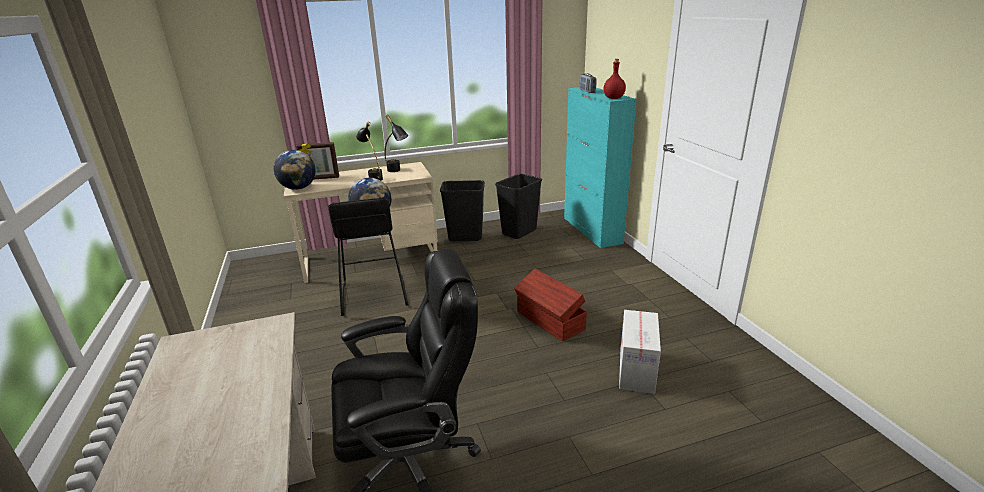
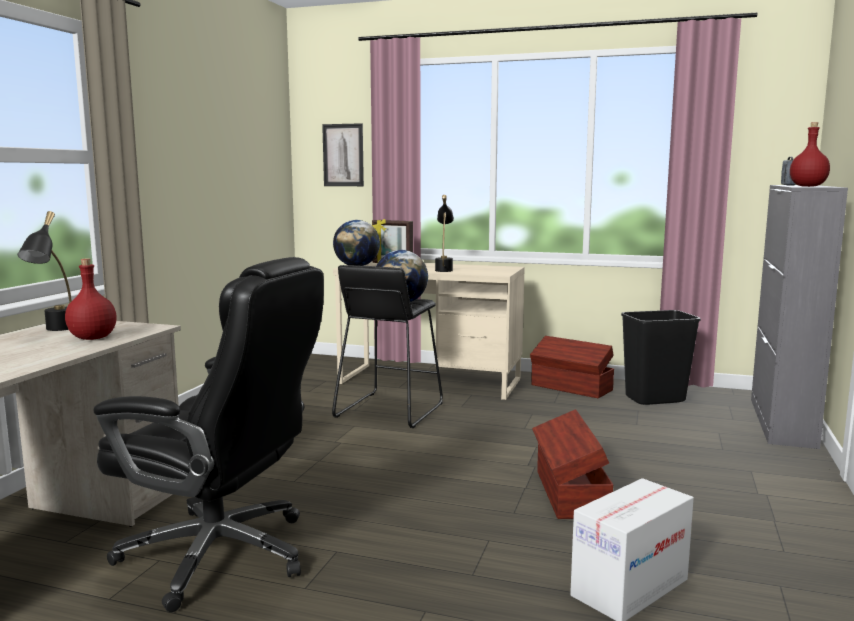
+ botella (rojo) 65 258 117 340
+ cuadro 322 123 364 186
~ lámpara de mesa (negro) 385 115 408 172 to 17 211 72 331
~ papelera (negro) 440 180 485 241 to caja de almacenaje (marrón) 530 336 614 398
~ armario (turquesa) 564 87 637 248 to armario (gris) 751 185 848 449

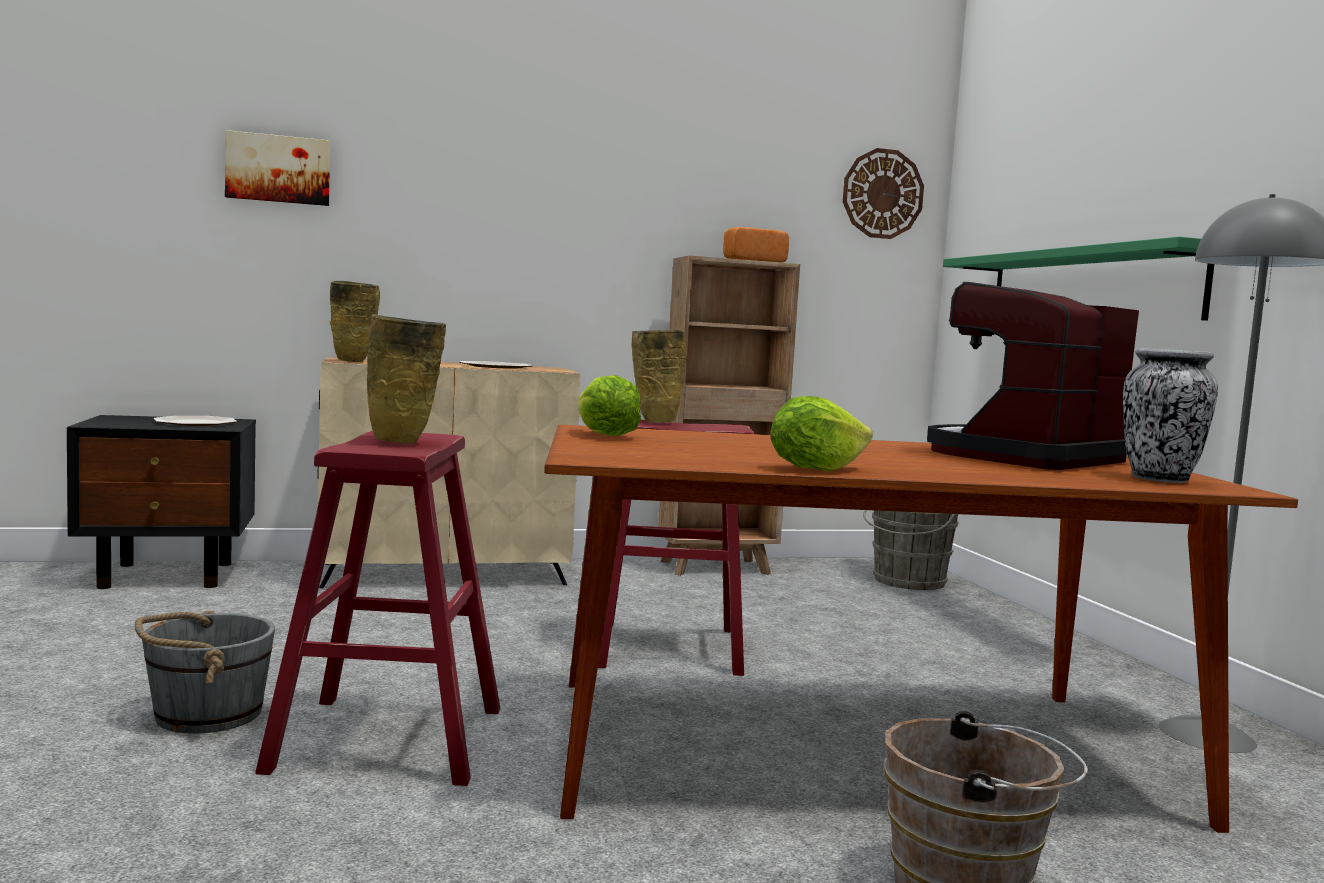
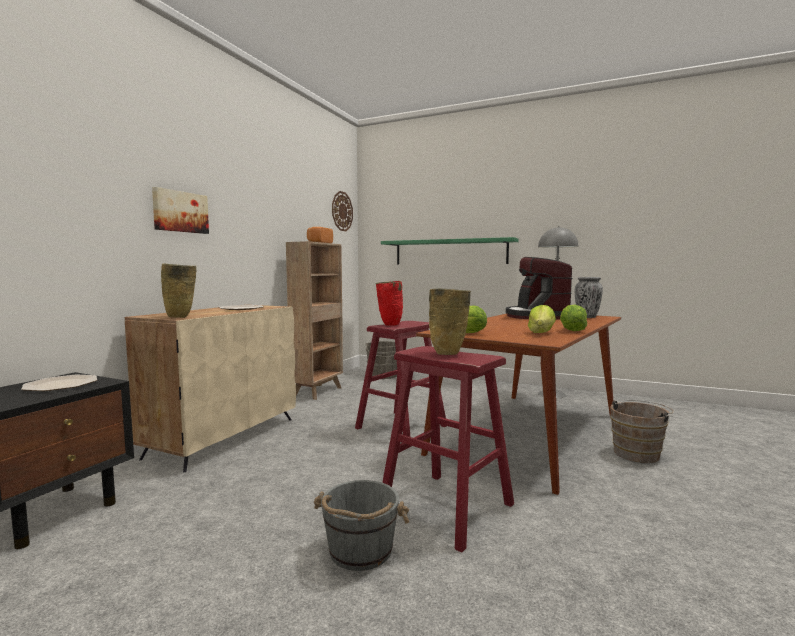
+ lechuga 528 305 556 333
~ cuadro 225 130 330 206 to 152 187 209 234
~ florero (beis) 631 330 686 423 to florero (rojo) 376 281 403 326

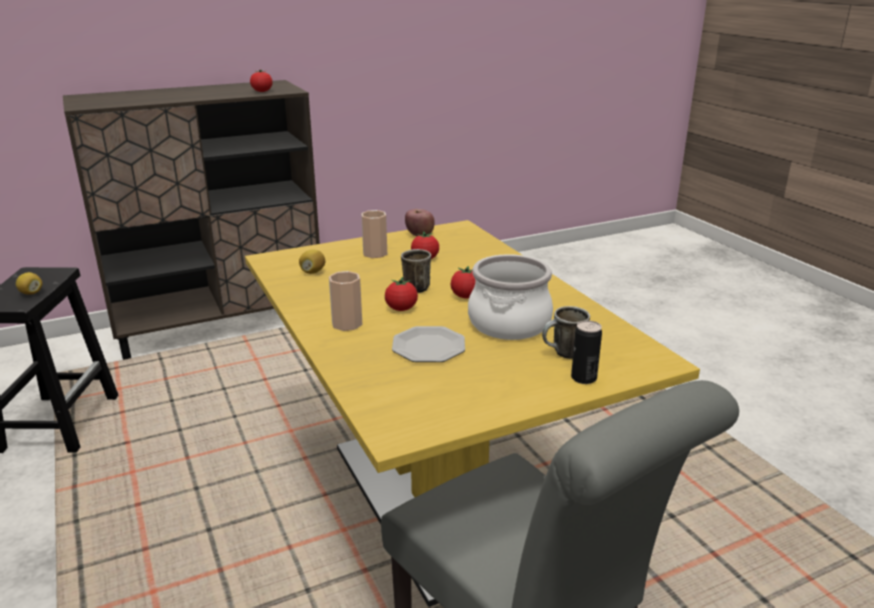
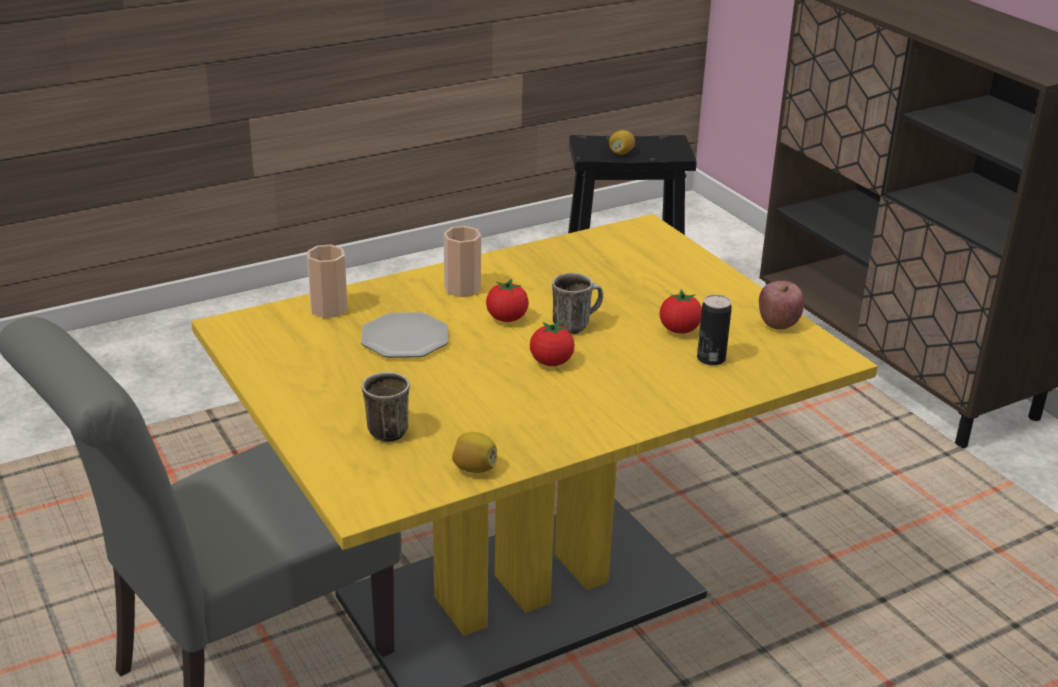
- tomate 250 70 273 92
- olla 468 254 553 340
~ limón 299 250 325 274 to 452 432 497 473
~ taza 361 210 387 258 to 307 245 348 318
~ lata 571 320 602 384 to 697 294 732 366

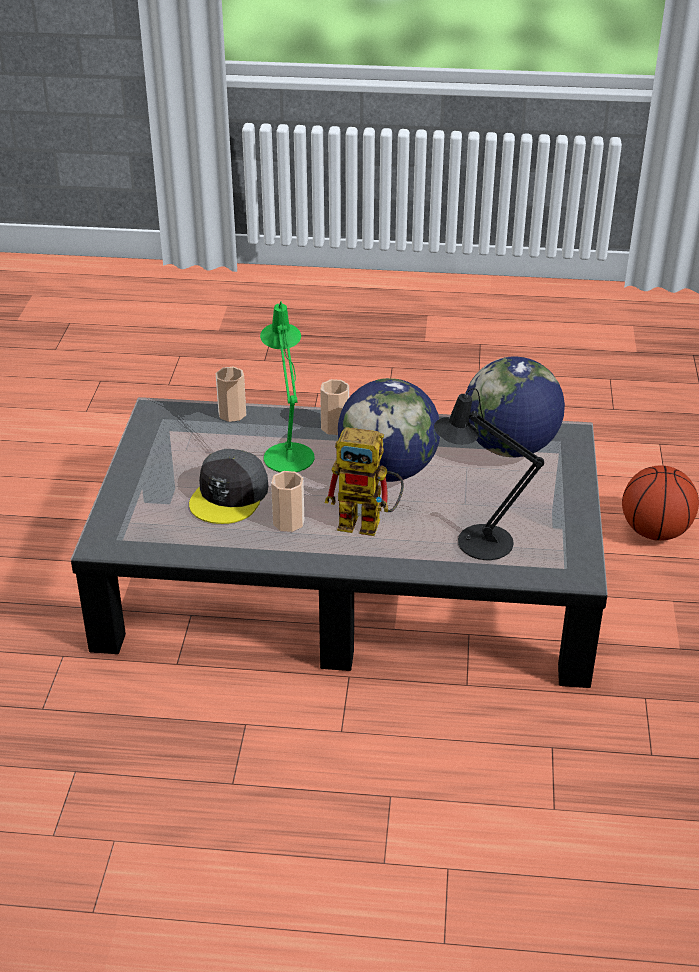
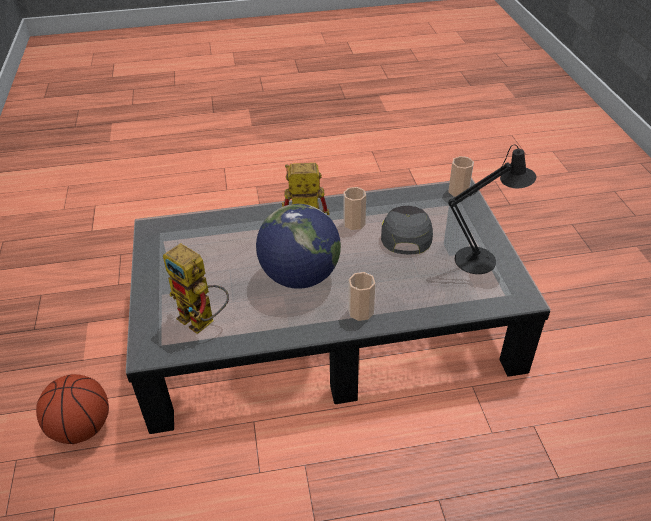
- lámpara de mesa (verde) 260 301 315 472
~ taza 216 367 246 422 to 448 156 474 197
~ lámpara de mesa (negro) 434 388 544 560 to 448 144 536 274
~ globo terráqueo 466 357 565 457 to robot de juguete 163 243 229 334

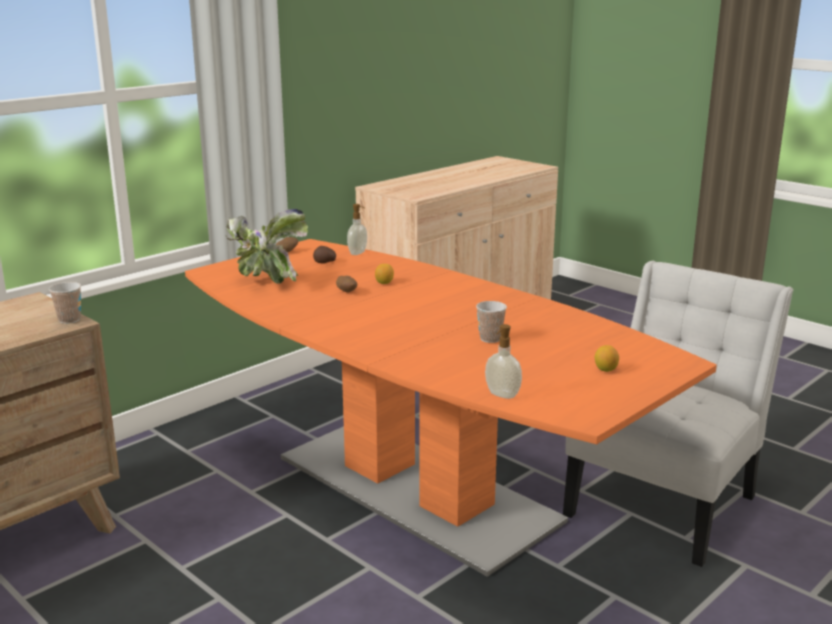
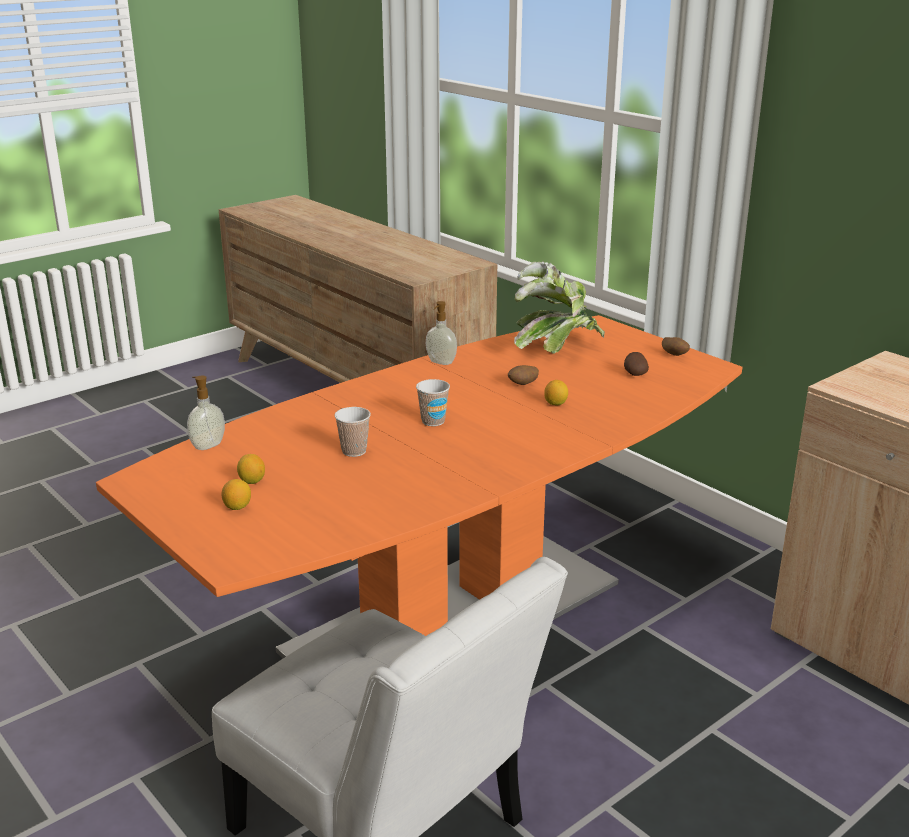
+ limón 237 454 265 484
~ taza 49 282 81 324 to 416 379 450 426
~ dispensador de jabón 347 204 367 255 to 426 301 457 365

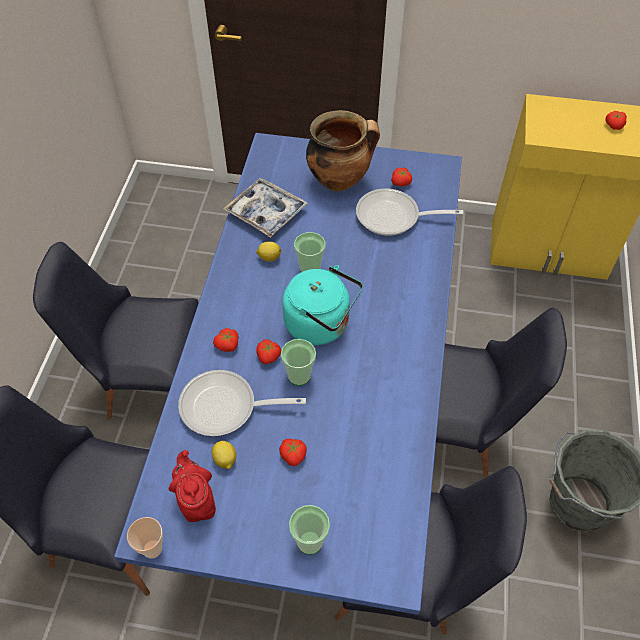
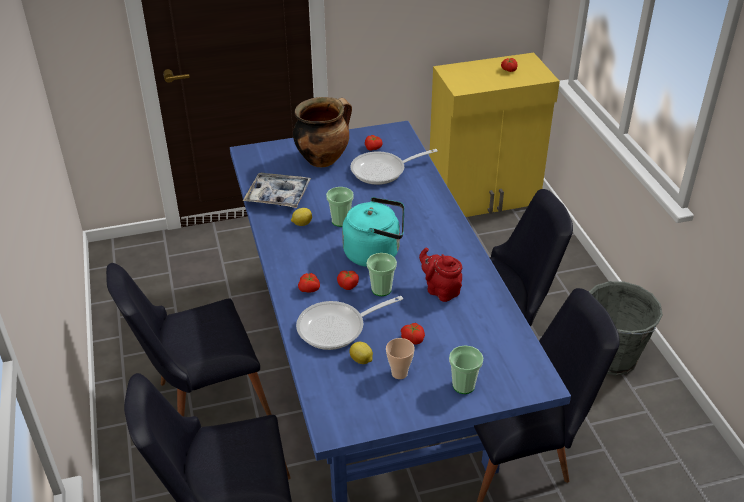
~ taza 127 517 163 559 to 386 338 415 379
~ tetera (rojo) 169 450 216 522 to 419 248 462 302

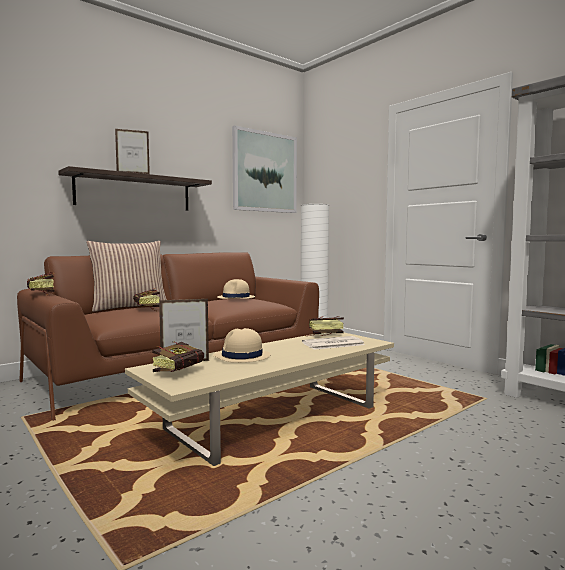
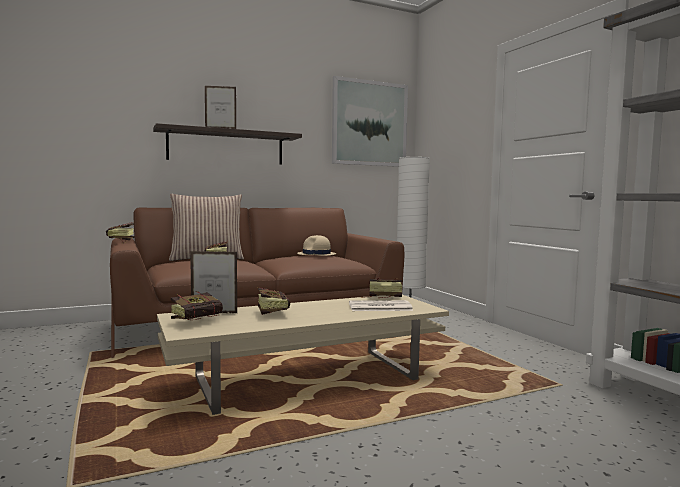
~ sombrero (beis) 213 328 271 363 to libro 257 287 290 315

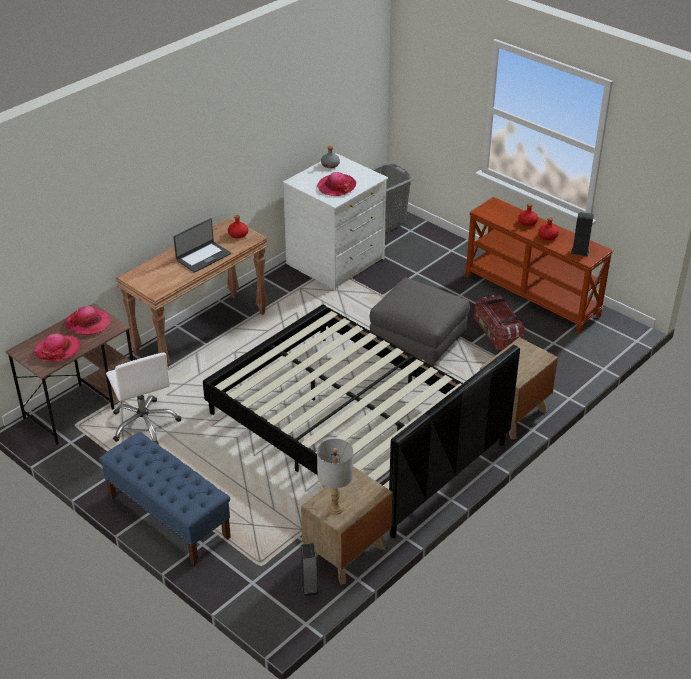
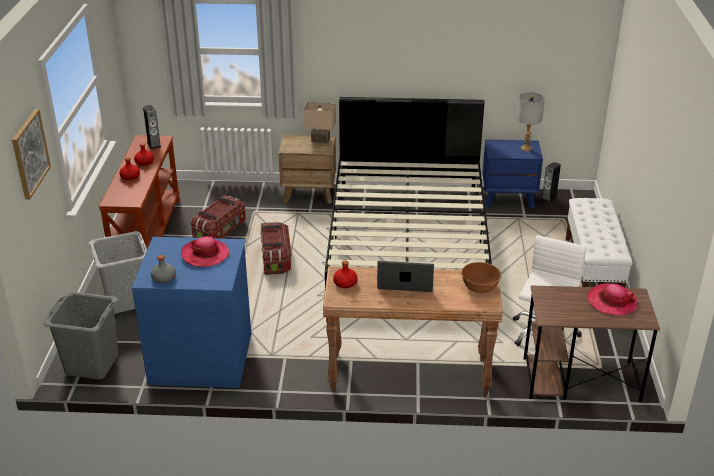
- sombrero 65 306 111 335
+ cuadro 12 109 51 200
+ cesto de la ropa (gris) 89 231 147 314
+ lámpara de mesa (beis) 304 102 336 143
+ cuenco (marrón) 461 262 501 293
~ puf (gris) 370 277 470 366 to caja de almacenaje 260 222 291 275
~ banco (azul) 99 432 231 566 to banco (blanco) 566 198 633 287
~ cómoda (blanco) 283 153 388 290 to cómoda (azul) 132 237 251 388
~ mesita de noche (marrón) 301 466 392 585 to mesita de noche (azul) 482 139 543 209

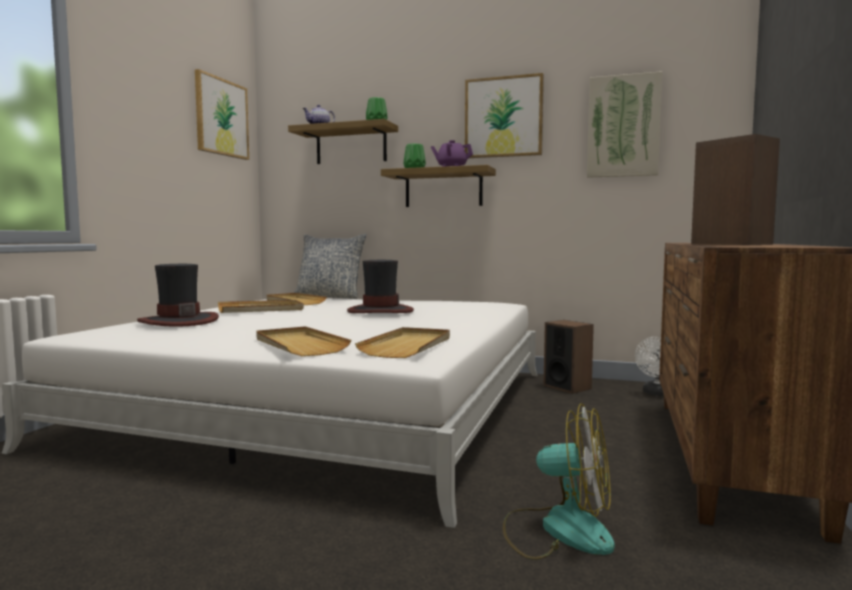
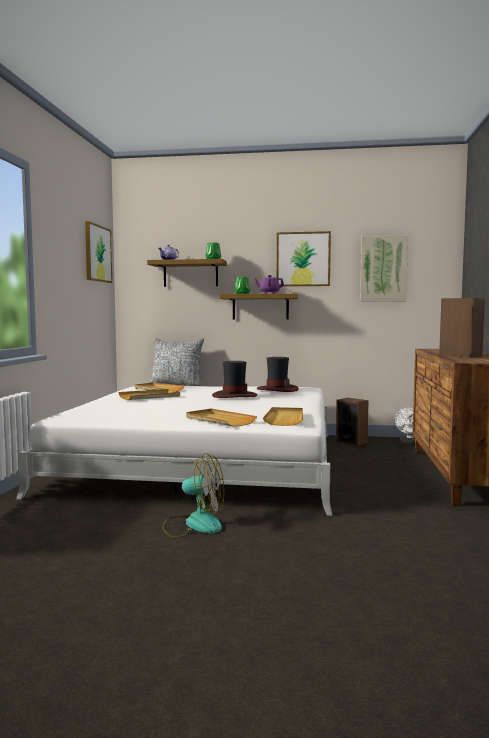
~ sombrero 137 264 219 327 to 257 357 299 392
~ ventilador 503 403 615 560 to 162 453 224 538

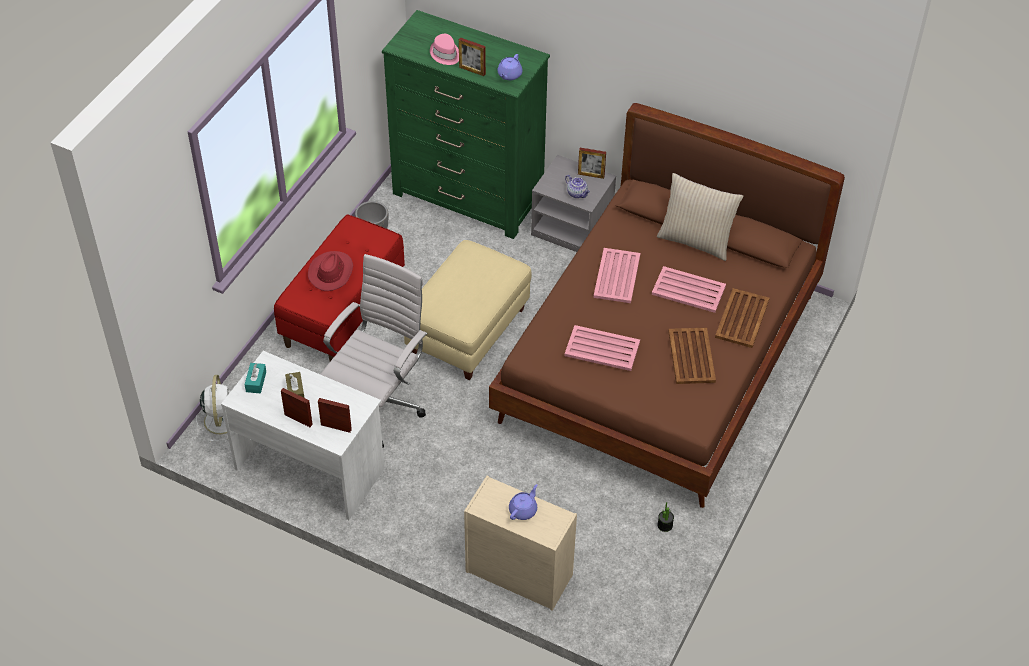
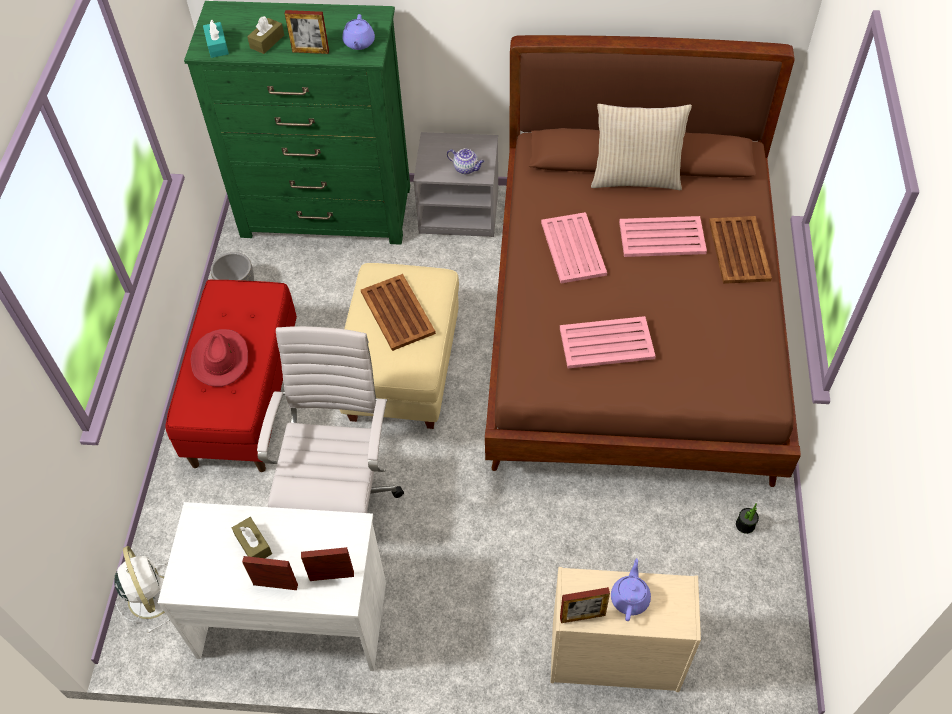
~ caja de pañuelos (turquesa) 245 363 266 393 to 203 20 229 58
~ portarretratos 578 148 606 179 to 560 587 610 623
~ bandeja (marrón) 668 328 716 384 to 361 274 436 351
~ sombrero (rosa) 430 34 459 65 to caja de pañuelos (marrón) 247 16 284 54

